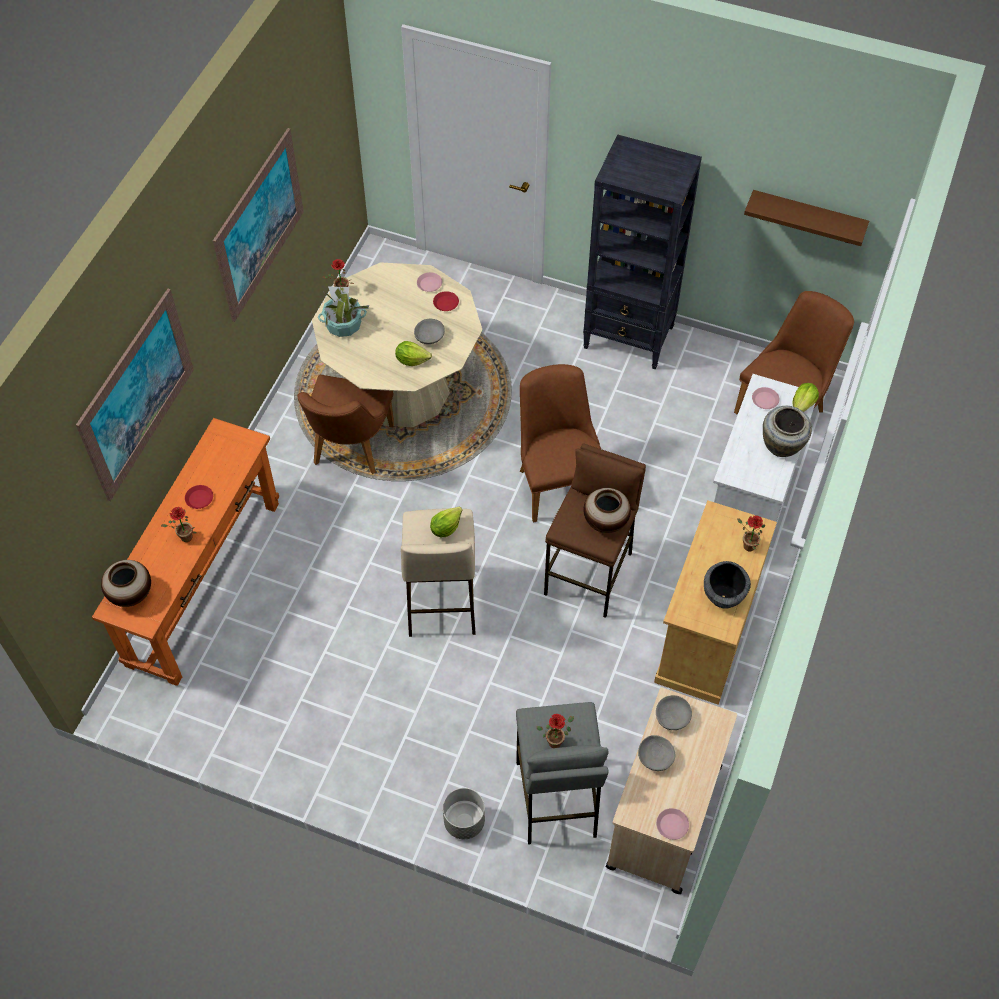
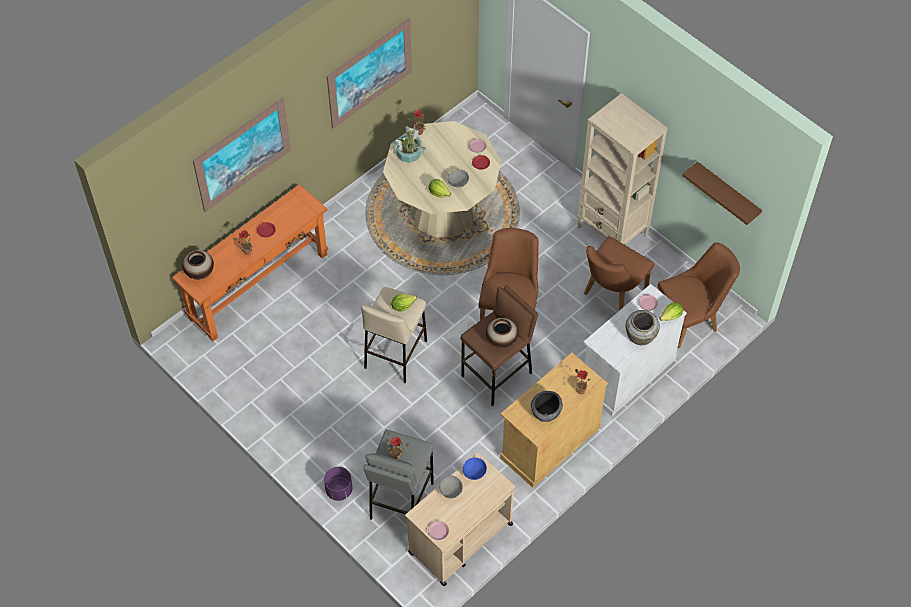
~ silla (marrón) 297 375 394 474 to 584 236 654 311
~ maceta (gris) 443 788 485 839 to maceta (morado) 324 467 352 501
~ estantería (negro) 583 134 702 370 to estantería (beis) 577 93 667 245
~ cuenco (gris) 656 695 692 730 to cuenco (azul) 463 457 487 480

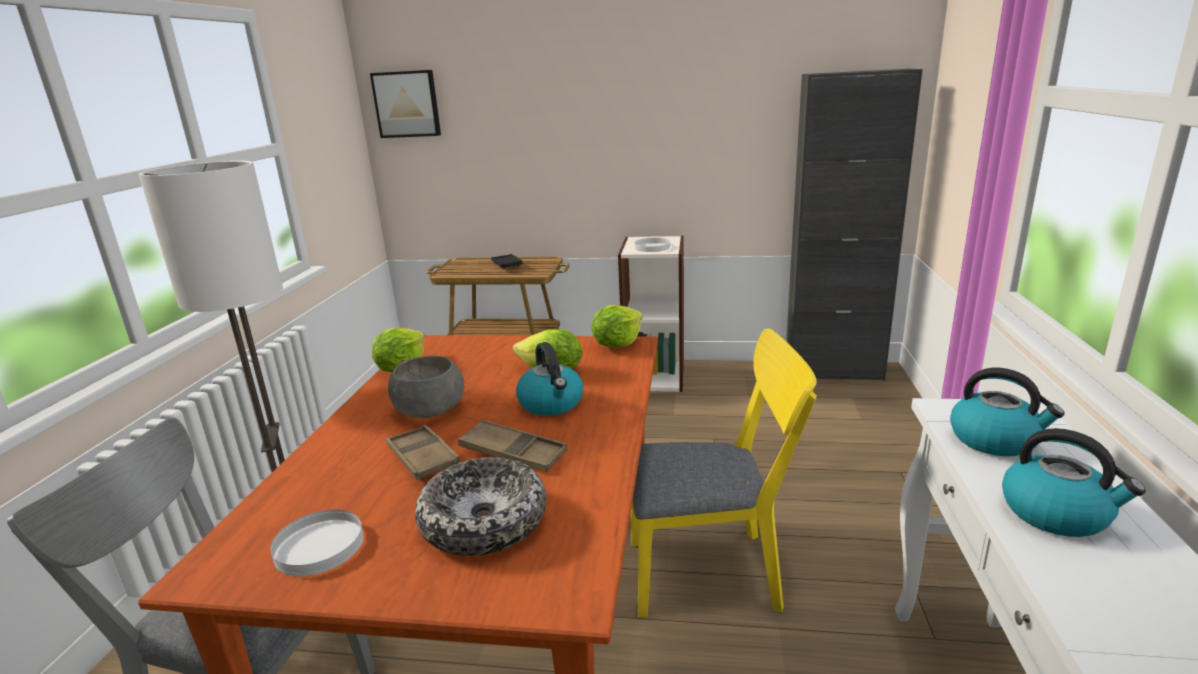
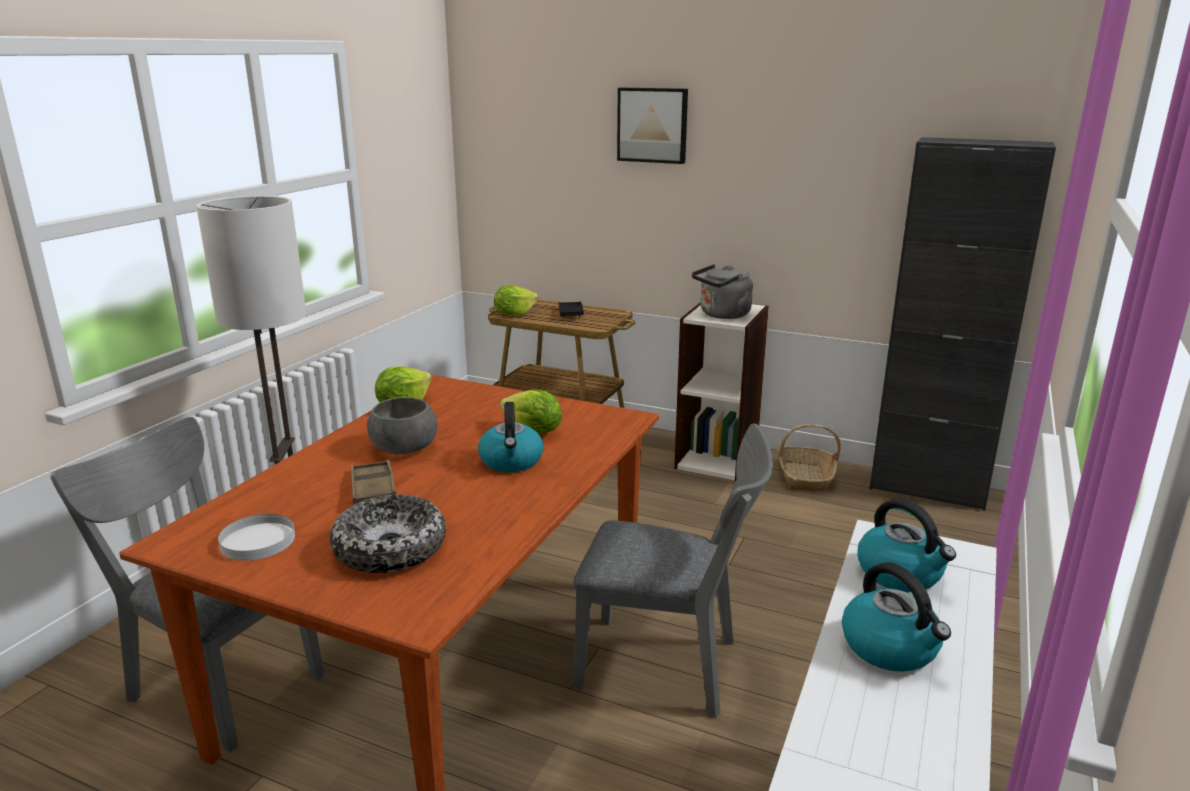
- bandeja (marrón) 458 419 568 473
+ cesta 778 424 841 492
~ cuadro 370 70 441 138 to 617 88 688 164
~ lechuga 592 305 643 348 to 494 285 538 316
~ plato (blanco) 635 238 670 252 to hervidor (gris) 692 264 753 319
~ silla (amarillo) 631 329 817 617 to silla (gris) 573 423 773 718

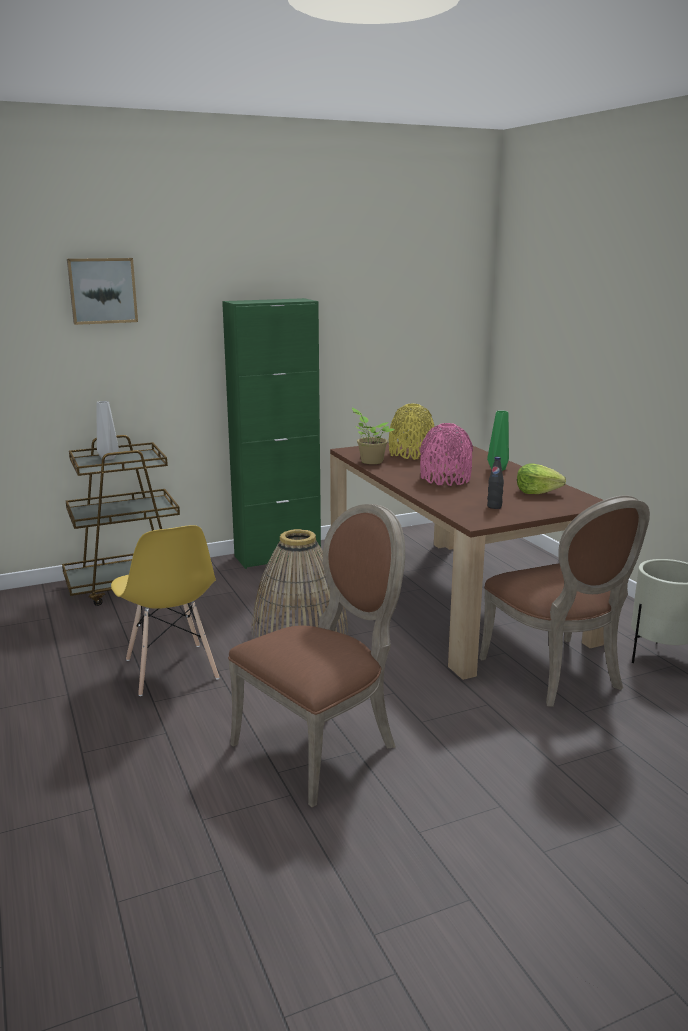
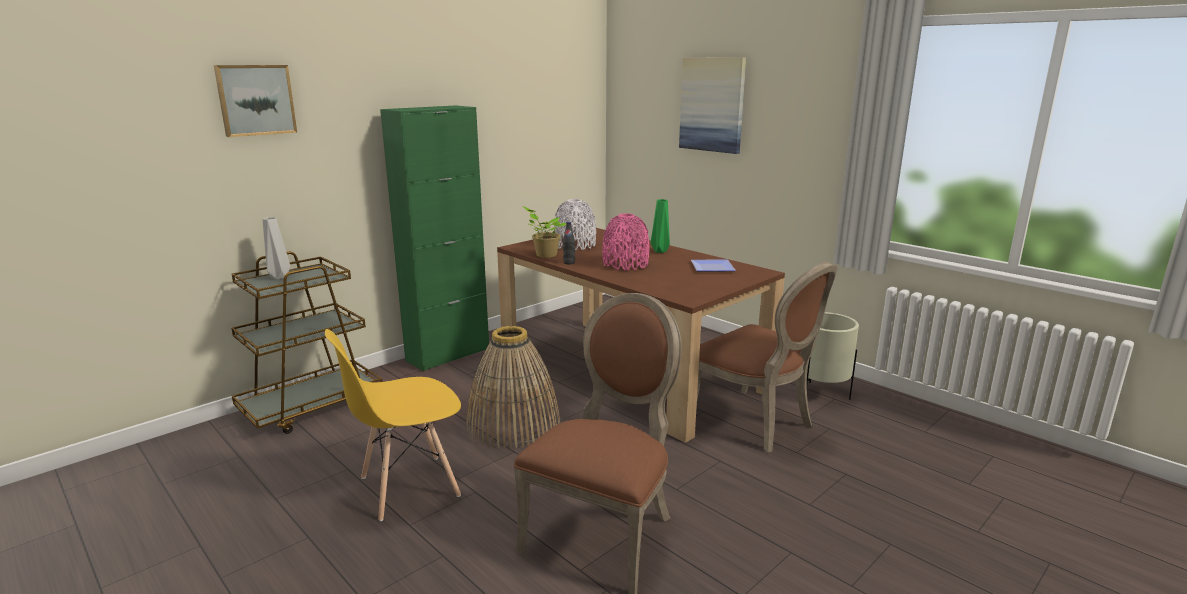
+ cuadro 679 57 746 154
~ botella (negro) 487 457 504 509 to 563 222 575 264
~ lechuga 517 464 566 494 to plato 691 260 736 272
~ florero (amarillo) 389 404 435 460 to florero (blanco) 554 199 596 250
~ silla (amarillo) 111 525 219 696 = 325 329 461 521 105 degrees clockwise

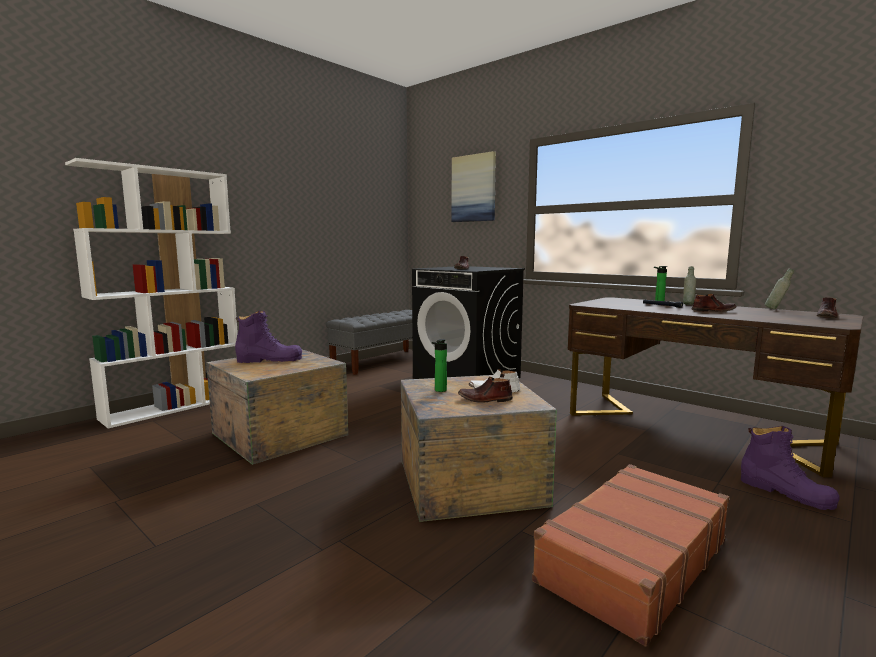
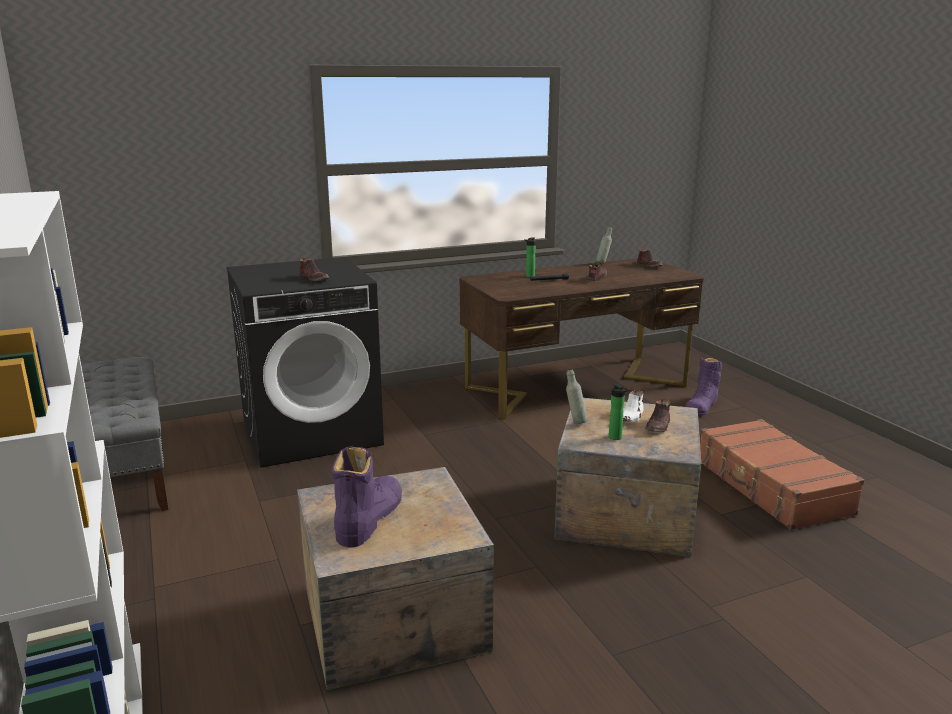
- cuadro 451 151 496 222
~ botella (gris) 683 266 696 305 to 566 370 587 424
~ bota (morado) 741 426 840 510 = 685 358 722 416 135 degrees clockwise

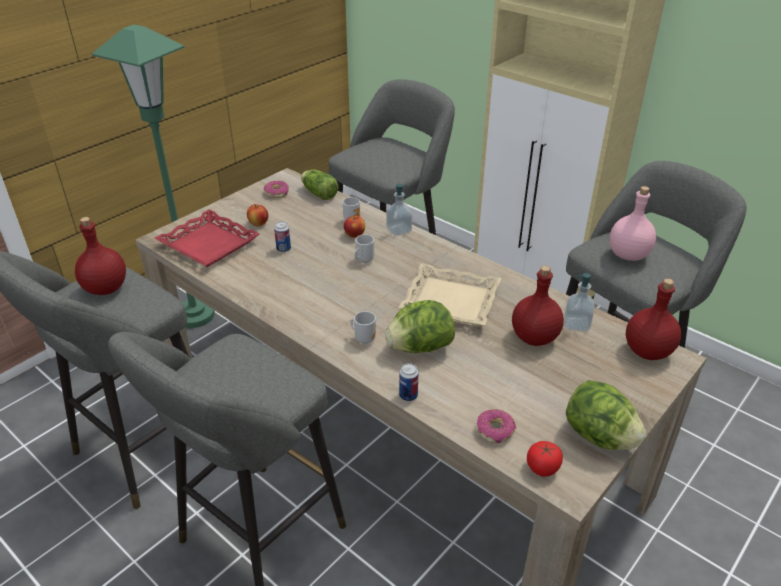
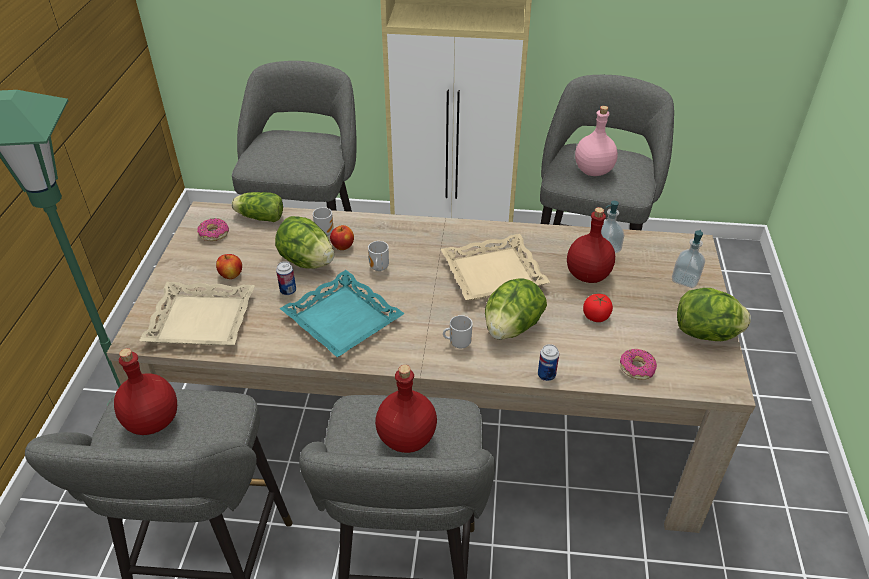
+ lechuga 275 216 334 269
+ bandeja (turquesa) 280 270 405 358
~ dispensador de jabón 386 184 412 236 to 672 230 705 288
~ tomate 527 441 563 477 to 583 294 613 322
~ botella (rojo) 626 279 681 360 to 375 365 437 453
~ bandeja (rojo) 154 209 260 267 to bandeja (beis) 139 282 255 346

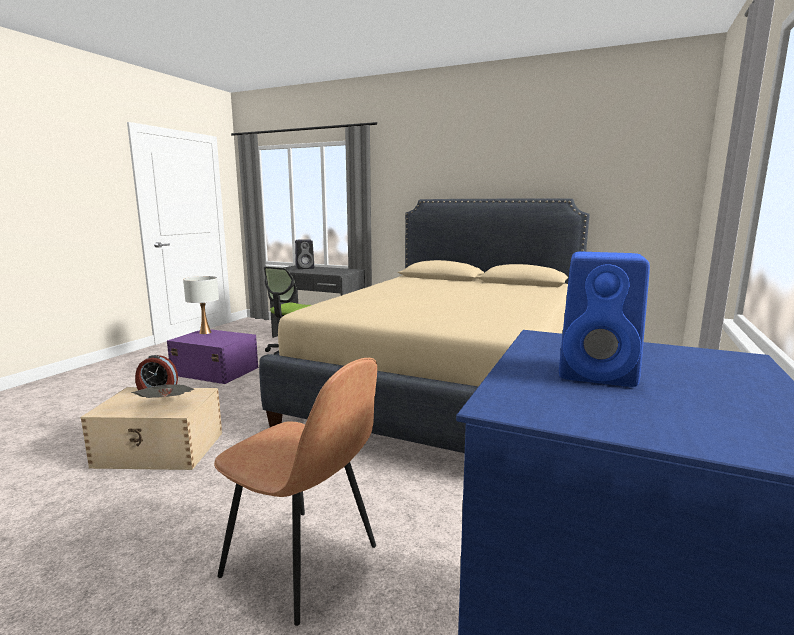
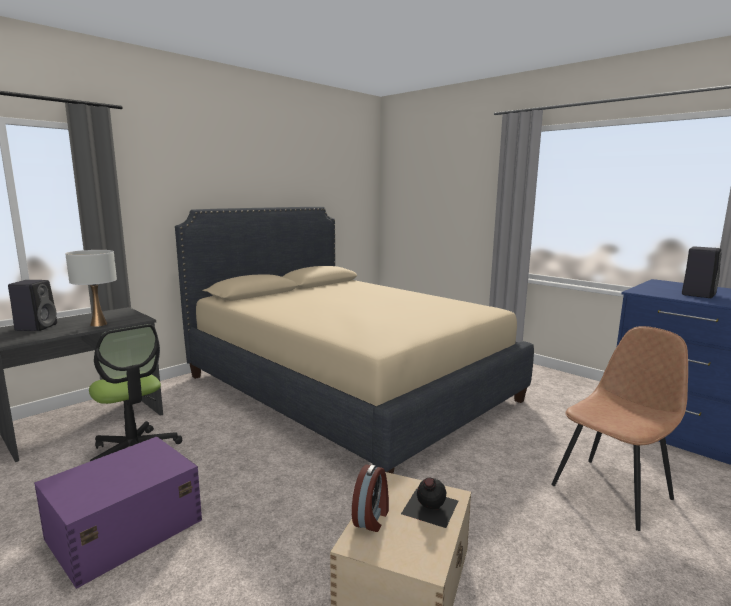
~ lámpara de mesa (blanco) 183 276 219 334 to 65 250 117 327
~ periódico 131 384 194 398 to botella (negro) 401 478 458 528
~ altavoz (azul) 559 252 650 387 to altavoz (negro) 682 247 721 298

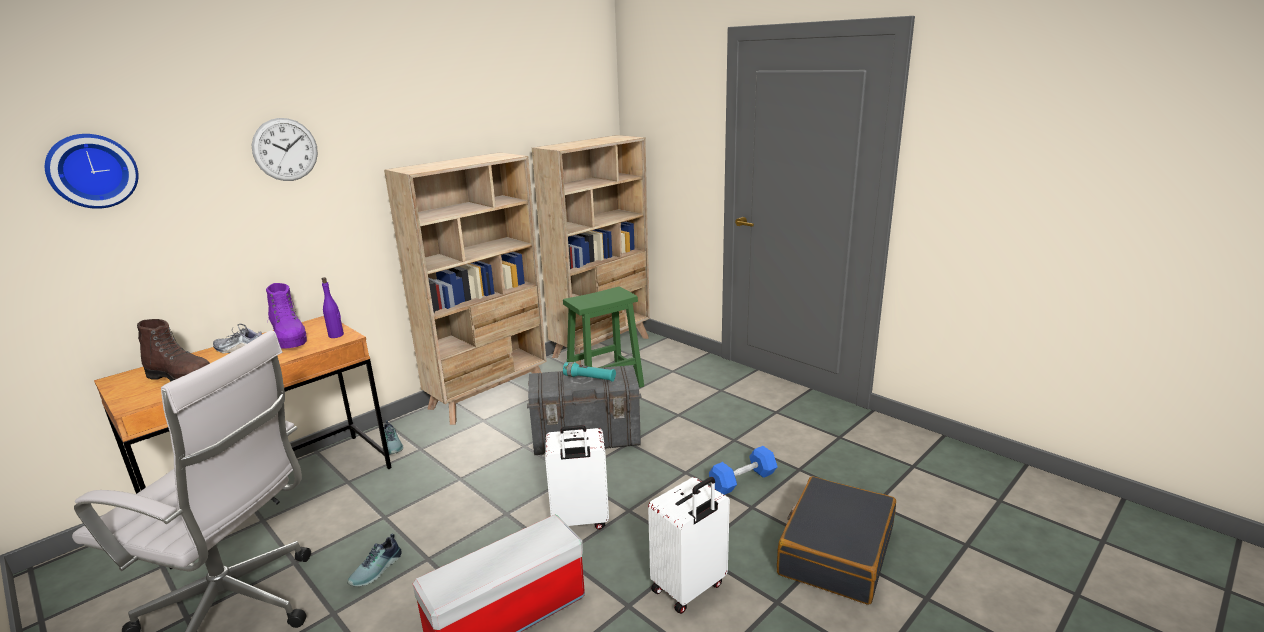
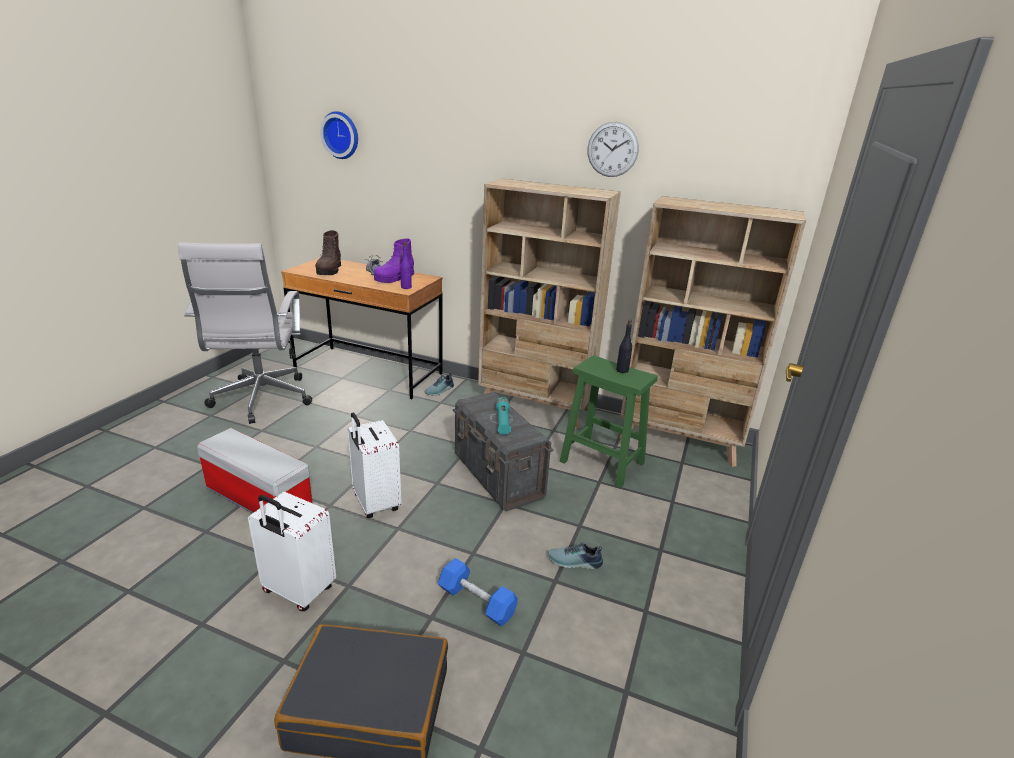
+ botella (negro) 616 320 632 373
~ reloj de pared 252 118 318 181 to 587 122 639 177
~ zapato 348 533 402 586 to 548 542 603 569

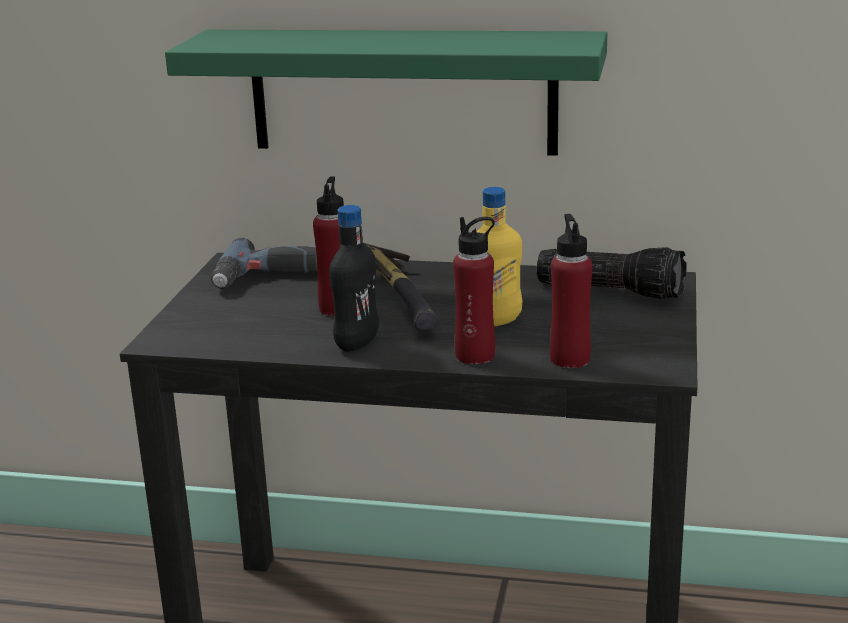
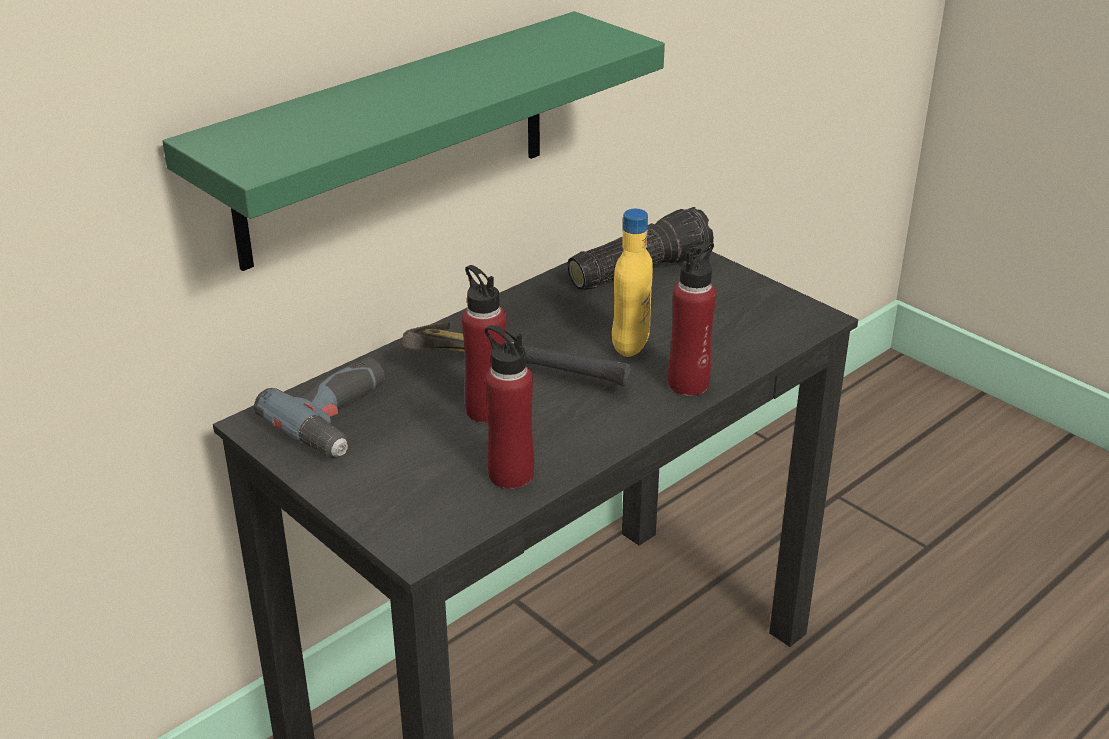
- botella (negro) 329 205 379 351
~ botella (rojo) 550 214 593 368 to 485 325 534 489

